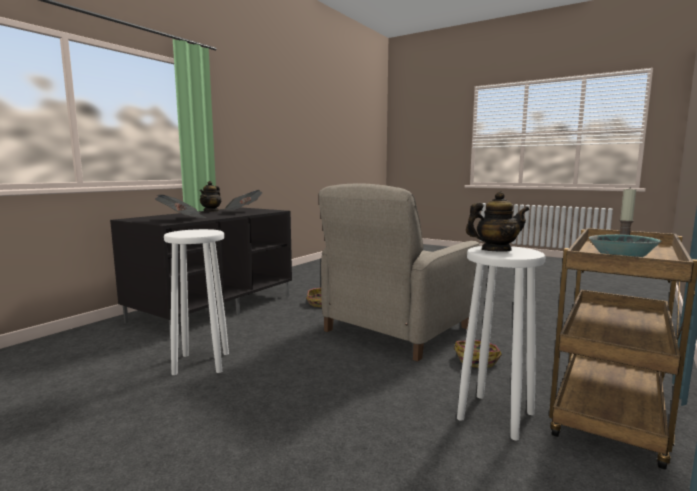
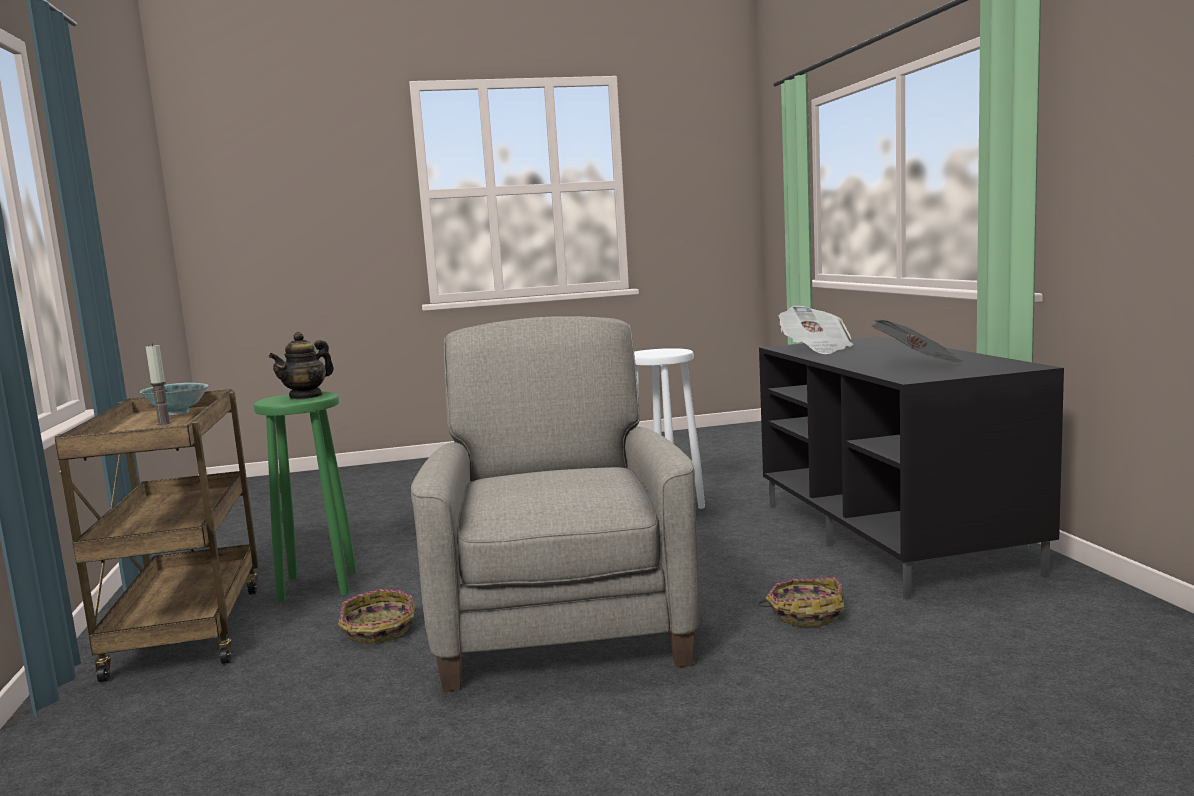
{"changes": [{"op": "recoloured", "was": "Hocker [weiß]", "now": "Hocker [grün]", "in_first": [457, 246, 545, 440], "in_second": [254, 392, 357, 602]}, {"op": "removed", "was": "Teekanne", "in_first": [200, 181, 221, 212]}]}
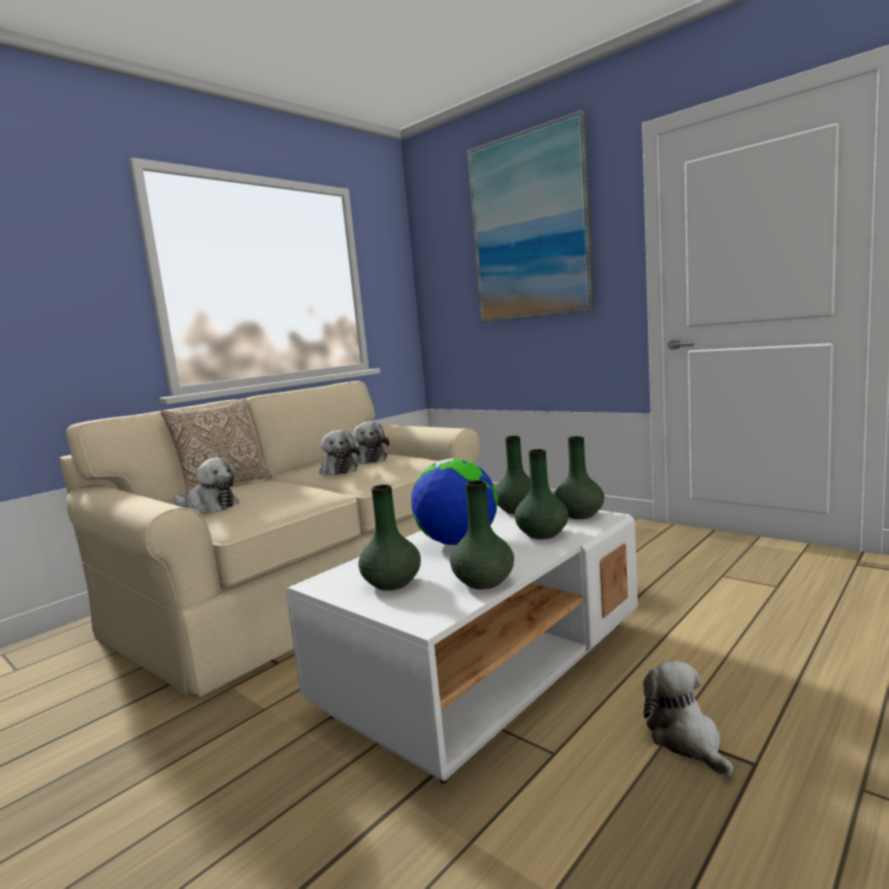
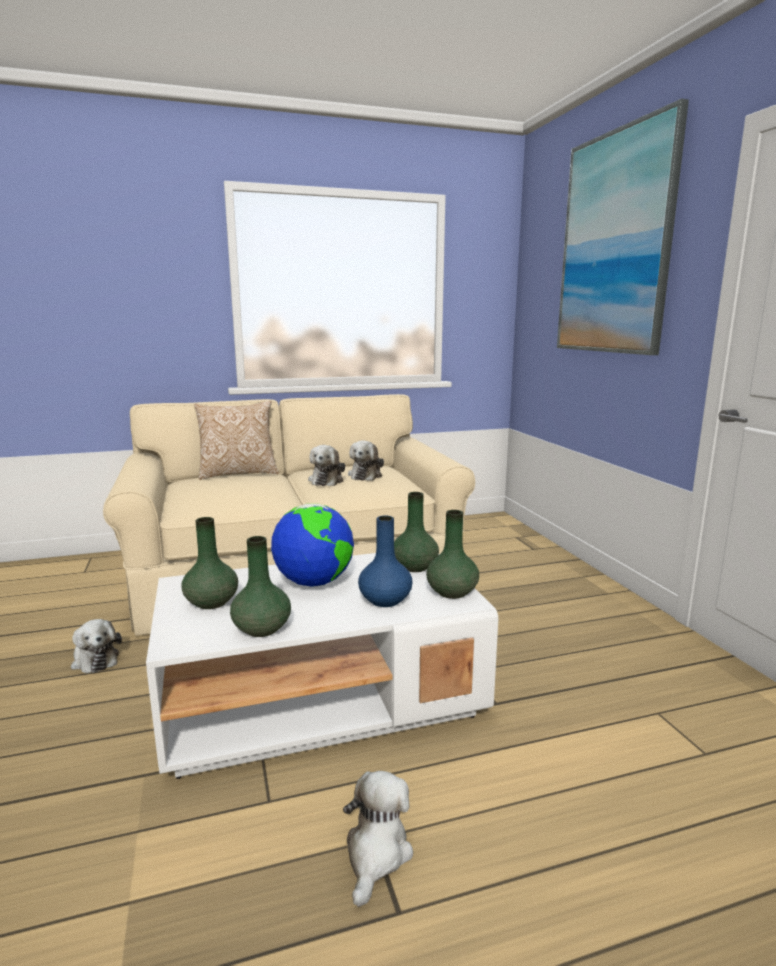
{"changes": [{"op": "moved", "was": "Plüschtier", "in_first": [173, 457, 239, 513], "in_second": [71, 619, 122, 673]}, {"op": "recoloured", "was": "Vase [grün]", "now": "Vase [blau]", "in_first": [515, 449, 568, 539], "in_second": [358, 516, 412, 607]}]}
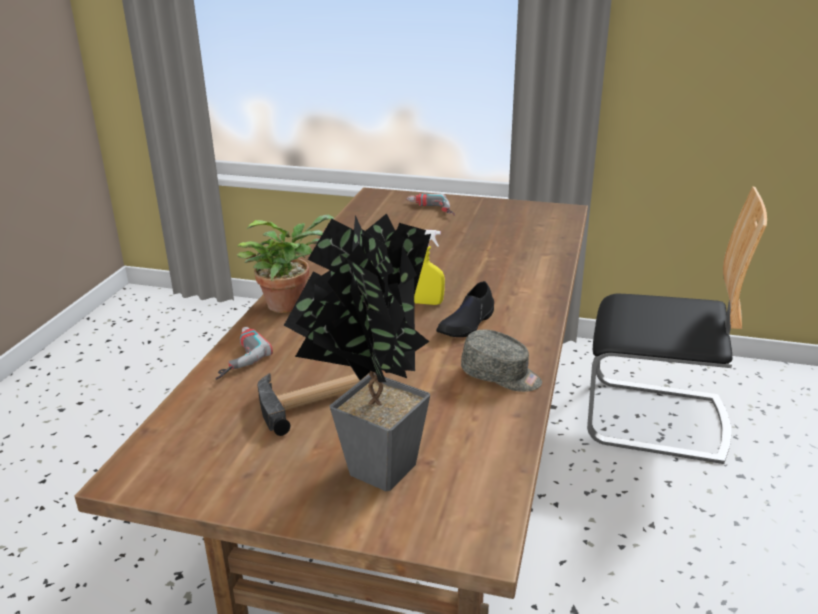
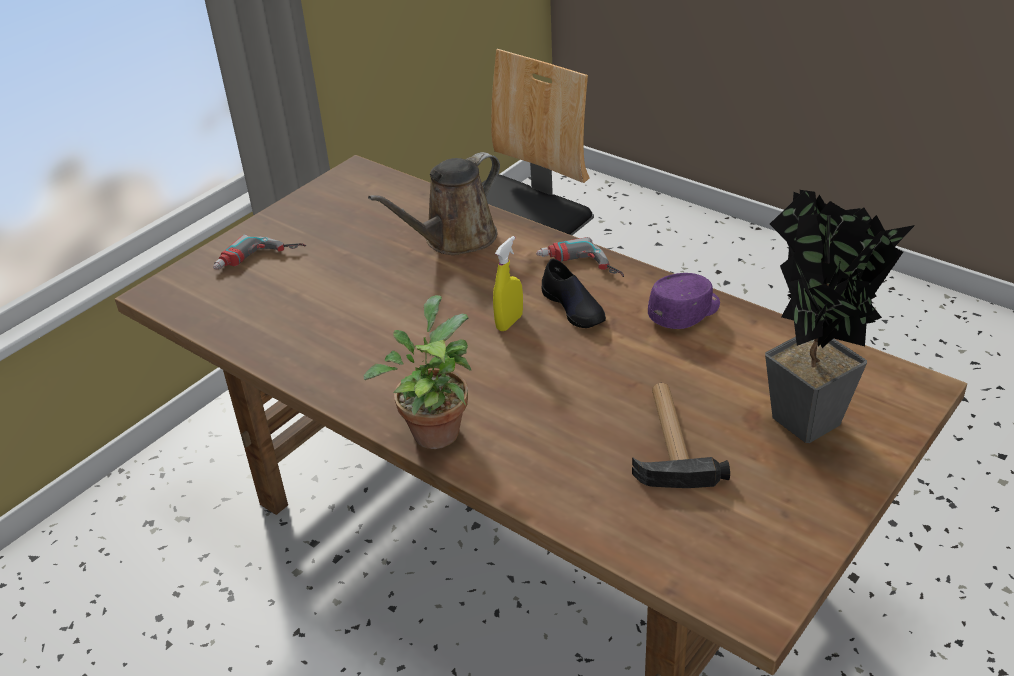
{"changes": [{"op": "added", "now": "Gießkanne [braun]", "in_second": [368, 152, 500, 255]}, {"op": "moved", "was": "Bohrmaschine", "in_first": [215, 327, 273, 380], "in_second": [536, 237, 624, 277]}, {"op": "recoloured", "was": "Kappe [grau]", "now": "Kappe [lila]", "in_first": [461, 330, 542, 392], "in_second": [648, 273, 720, 329]}]}
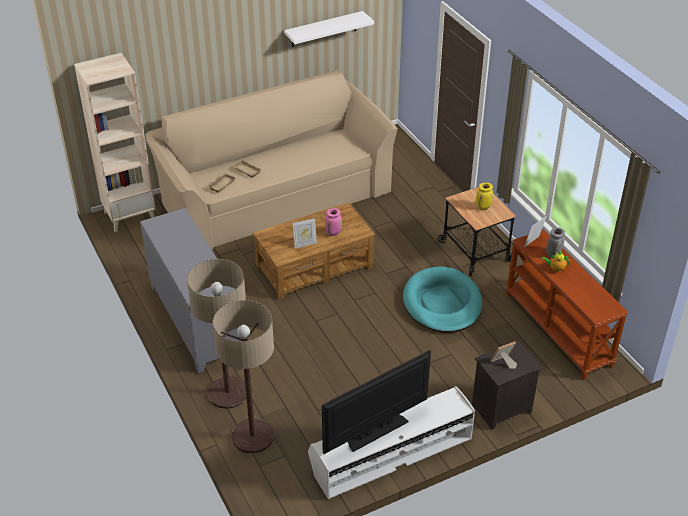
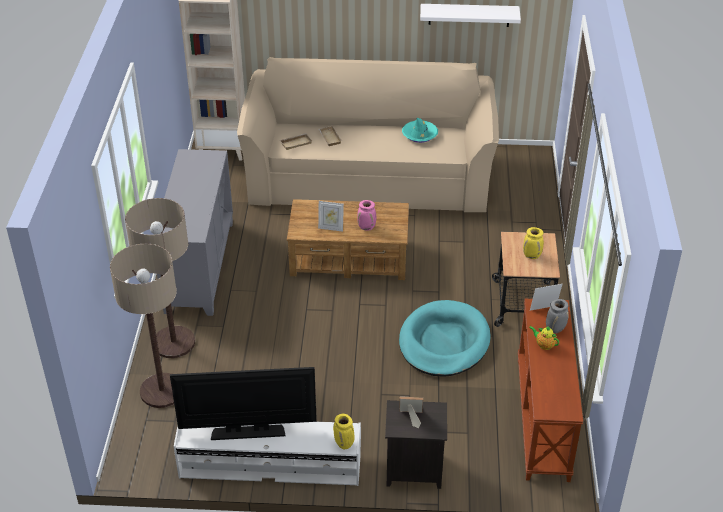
{"changes": [{"op": "added", "now": "Vase [gelb]", "in_second": [333, 414, 355, 449]}, {"op": "added", "now": "Hut [türkis]", "in_second": [402, 118, 438, 143]}]}
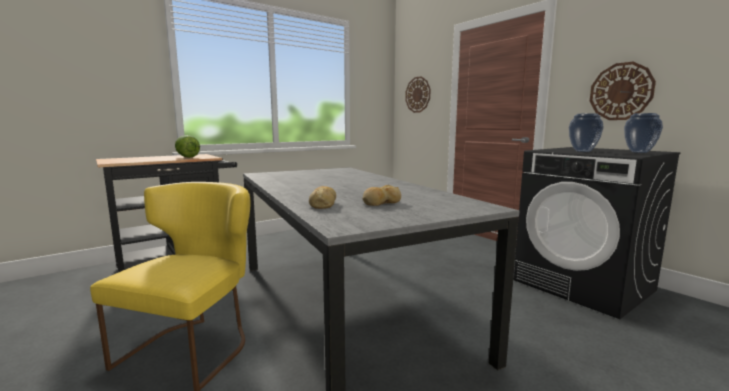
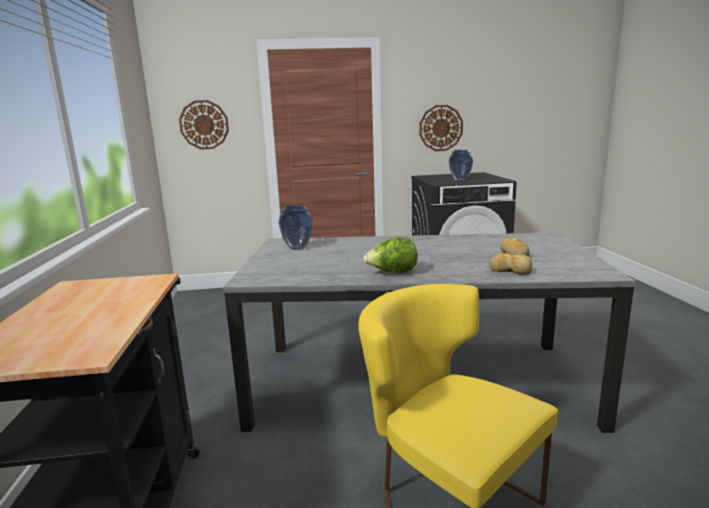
{"changes": [{"op": "moved", "was": "Vase", "in_first": [624, 113, 663, 153], "in_second": [279, 205, 313, 250]}, {"op": "moved", "was": "Salatkopf", "in_first": [175, 135, 200, 158], "in_second": [363, 237, 418, 273]}]}
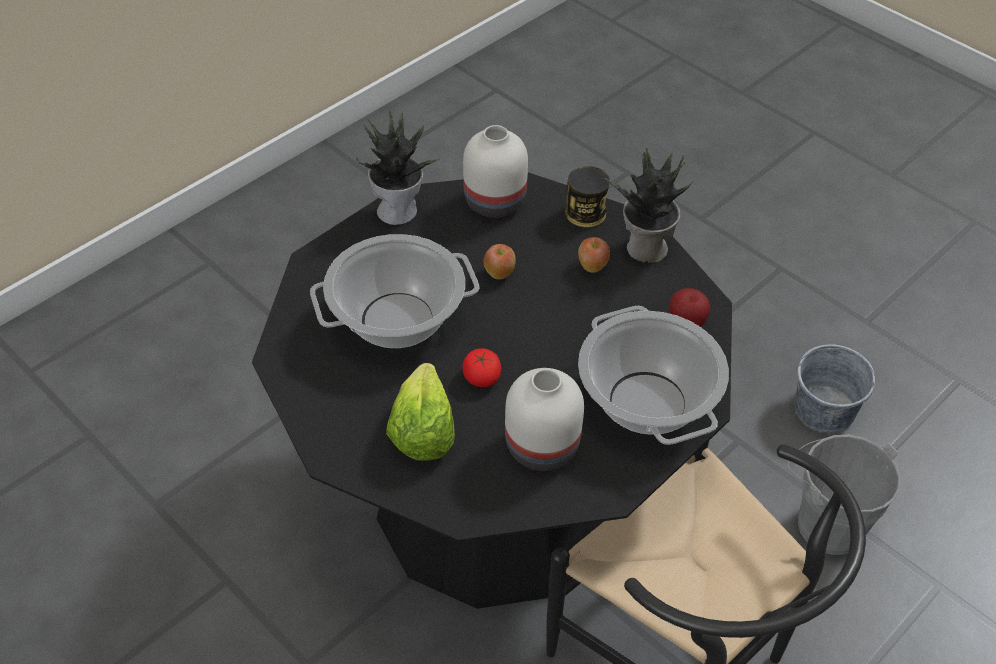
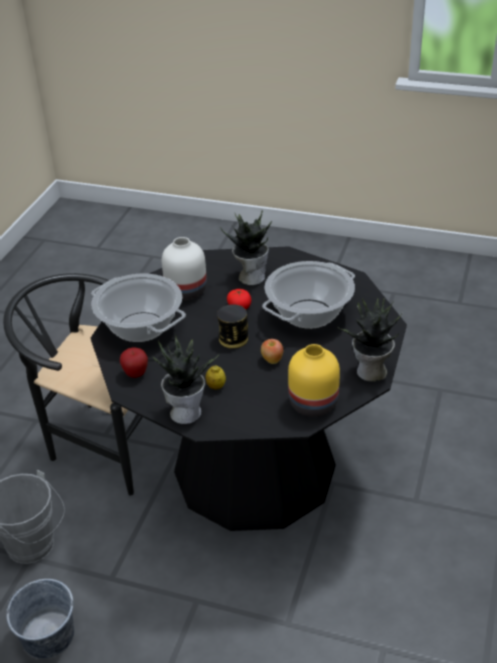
{"changes": [{"op": "replaced", "was": "Apfel", "now": "Zitrone", "in_first": [578, 237, 610, 273], "in_second": [205, 366, 226, 390]}, {"op": "moved", "was": "Dose", "in_first": [566, 166, 610, 228], "in_second": [217, 304, 248, 349]}, {"op": "replaced", "was": "Salatkopf", "now": "Topfpflanze", "in_first": [386, 363, 455, 461], "in_second": [220, 211, 272, 285]}, {"op": "recoloured", "was": "Vase [weiß]", "now": "Vase [gelb]", "in_first": [463, 125, 528, 218], "in_second": [288, 344, 340, 417]}]}
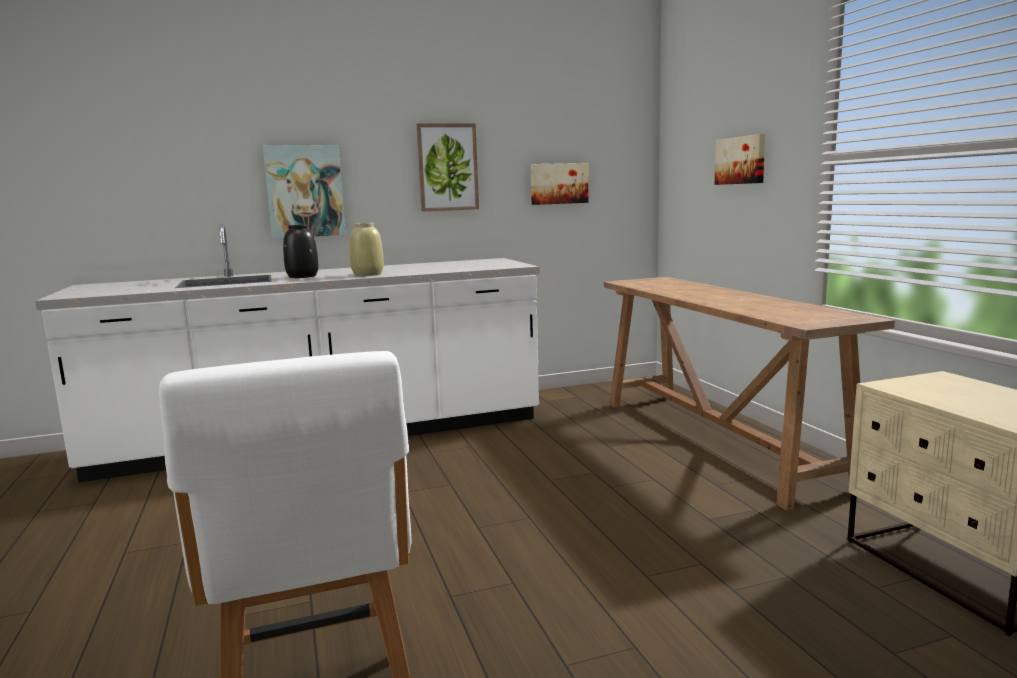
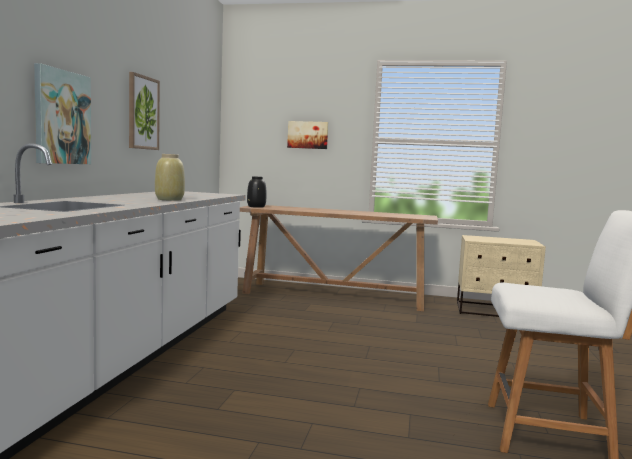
{"changes": [{"op": "moved", "was": "Vase [schwarz]", "in_first": [283, 225, 318, 278], "in_second": [247, 176, 266, 208]}, {"op": "removed", "was": "Bild", "in_first": [531, 163, 588, 205]}]}
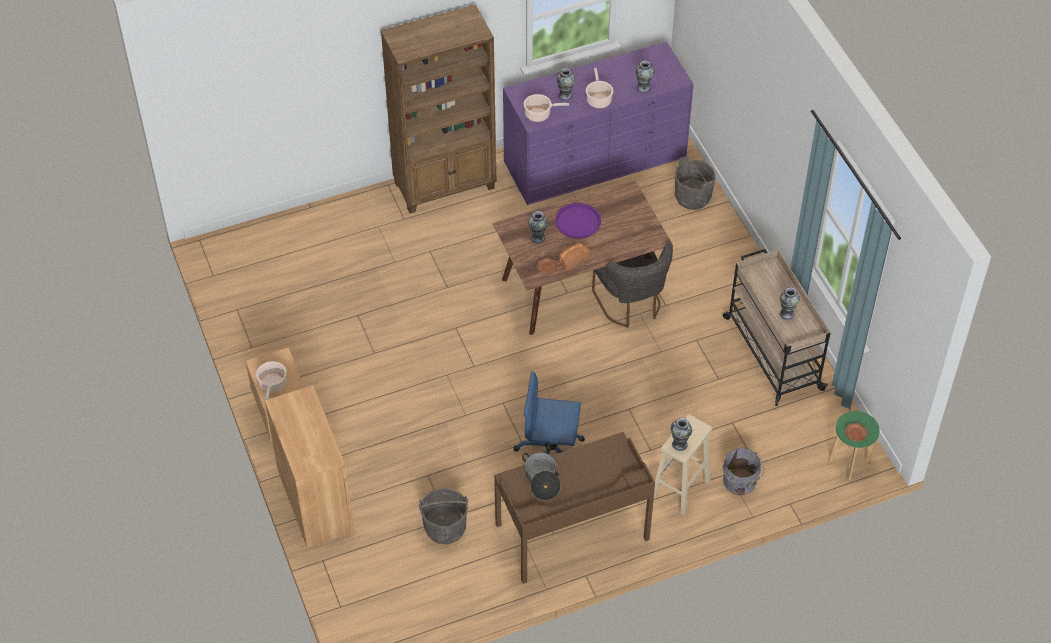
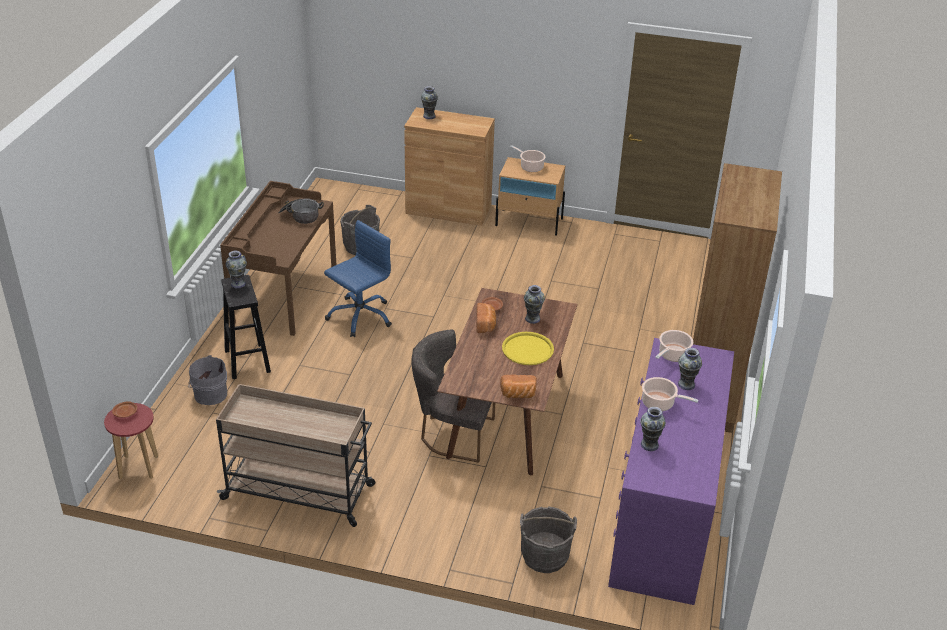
{"changes": [{"op": "recoloured", "was": "Hocker [grün]", "now": "Hocker [rot]", "in_first": [829, 411, 880, 480], "in_second": [104, 403, 158, 479]}, {"op": "recoloured", "was": "Hocker [beige]", "now": "Hocker [schwarz]", "in_first": [654, 414, 712, 515], "in_second": [221, 275, 271, 379]}, {"op": "moved", "was": "Vase", "in_first": [780, 287, 800, 320], "in_second": [421, 86, 438, 119]}, {"op": "added", "now": "Brot", "in_second": [500, 375, 537, 398]}, {"op": "recoloured", "was": "Tablett [lila]", "now": "Tablett [gelb]", "in_first": [555, 203, 601, 239], "in_second": [502, 332, 554, 365]}]}
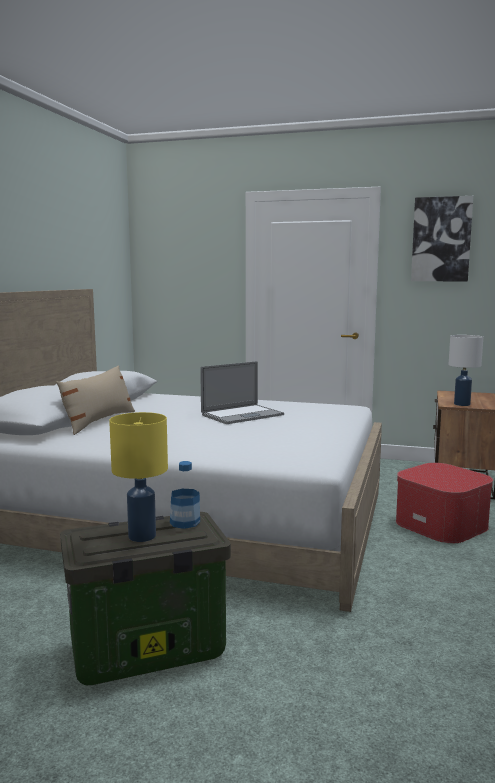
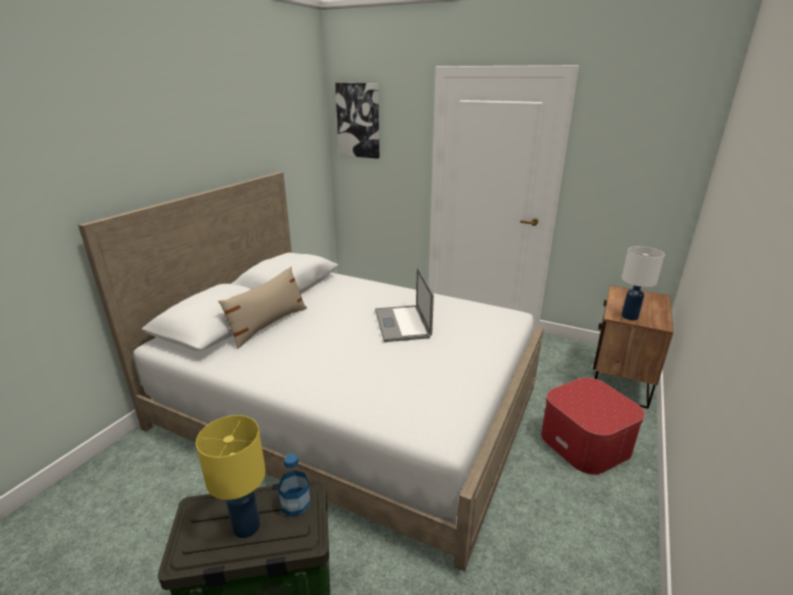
{"changes": [{"op": "moved", "was": "Bild", "in_first": [411, 196, 473, 281], "in_second": [335, 83, 379, 159]}, {"op": "turned", "was": "Laptop", "in_first": [200, 361, 284, 424], "in_second": [375, 267, 434, 342], "clockwise": 105}]}
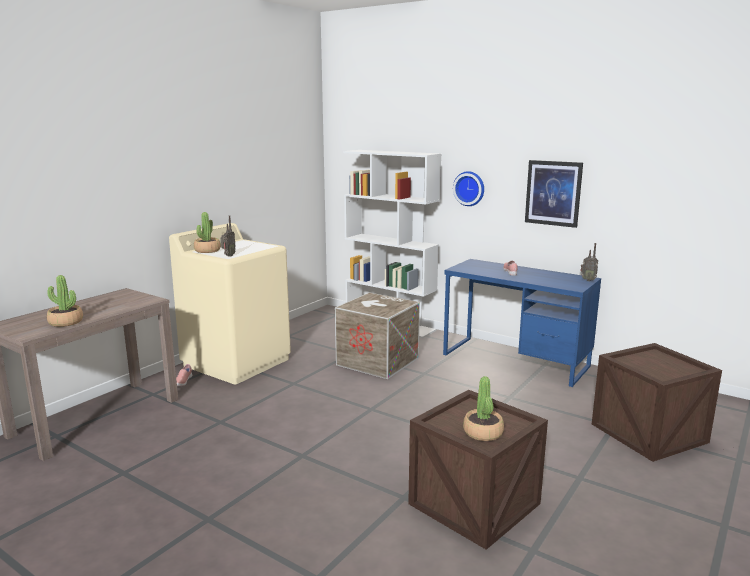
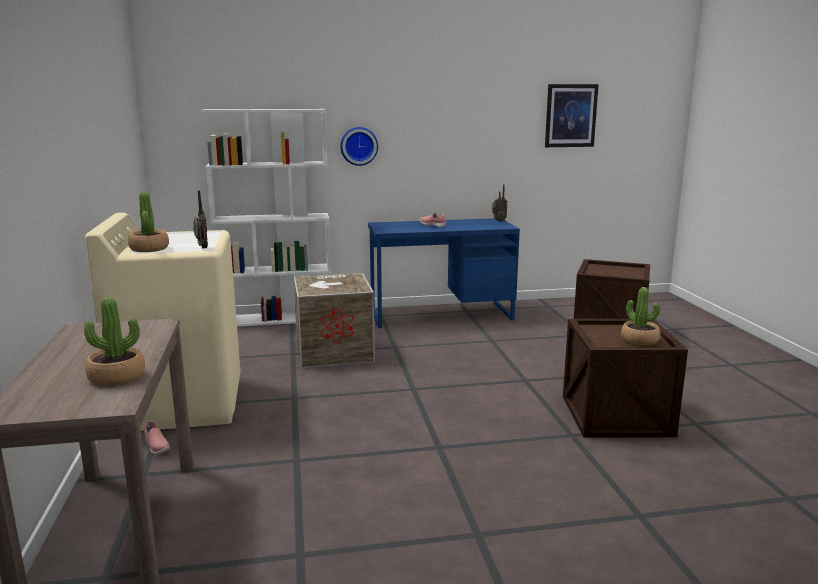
{"changes": [{"op": "moved", "was": "Bild", "in_first": [525, 160, 583, 228], "in_second": [545, 84, 599, 147]}]}
